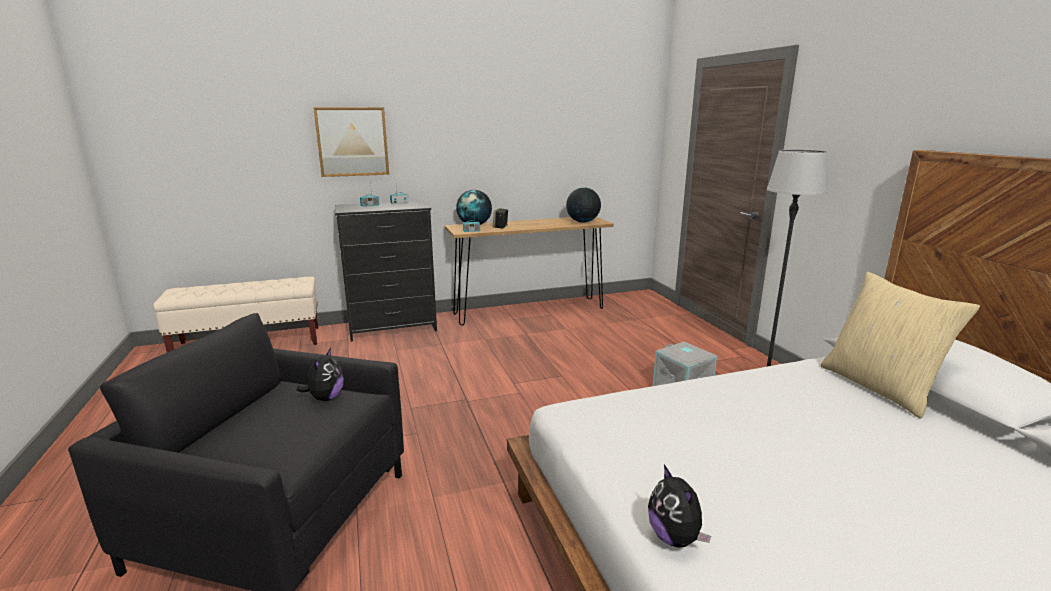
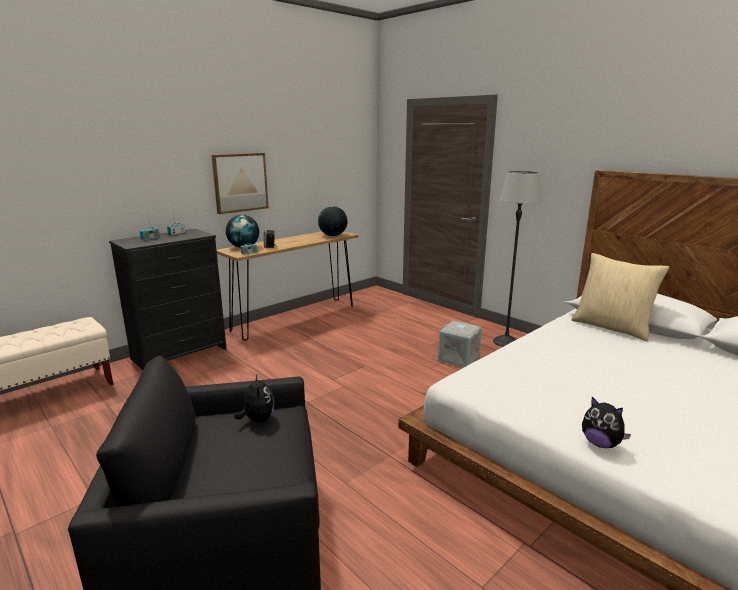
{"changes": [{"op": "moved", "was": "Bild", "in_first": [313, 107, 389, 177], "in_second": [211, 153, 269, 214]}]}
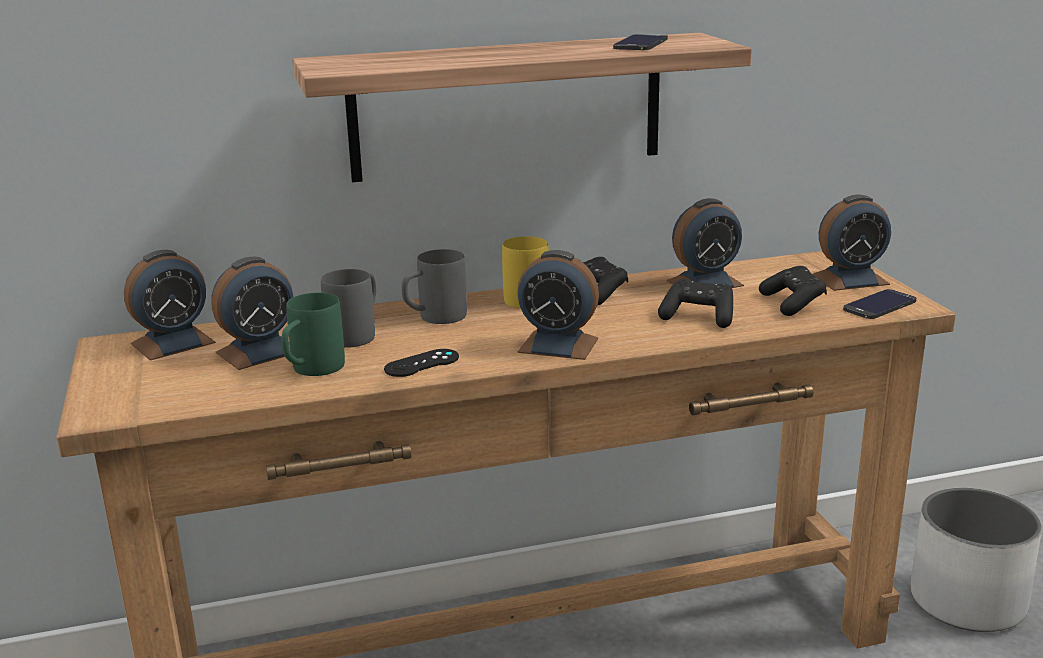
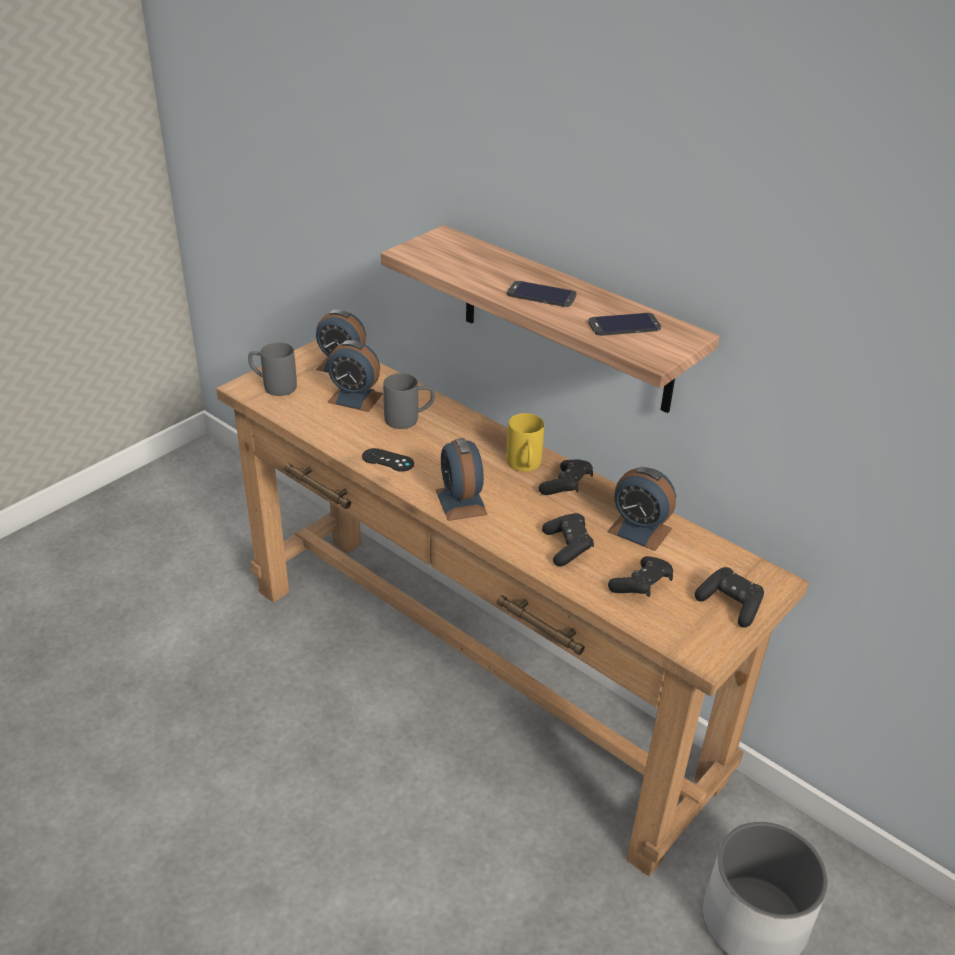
{"changes": [{"op": "moved", "was": "Henkelbecher [grau]", "in_first": [402, 249, 467, 324], "in_second": [248, 342, 297, 396]}, {"op": "moved", "was": "Handy", "in_first": [843, 289, 917, 319], "in_second": [507, 281, 576, 307]}, {"op": "replaced", "was": "Wecker", "now": "Gamepad [schwarz]", "in_first": [813, 195, 891, 291], "in_second": [695, 567, 764, 628]}, {"op": "removed", "was": "Henkelbecher [grün]", "in_first": [281, 293, 345, 376]}]}
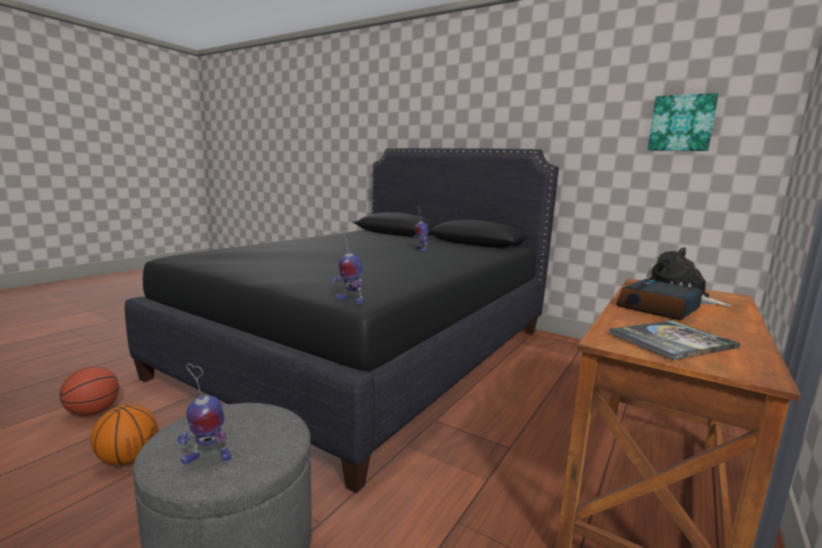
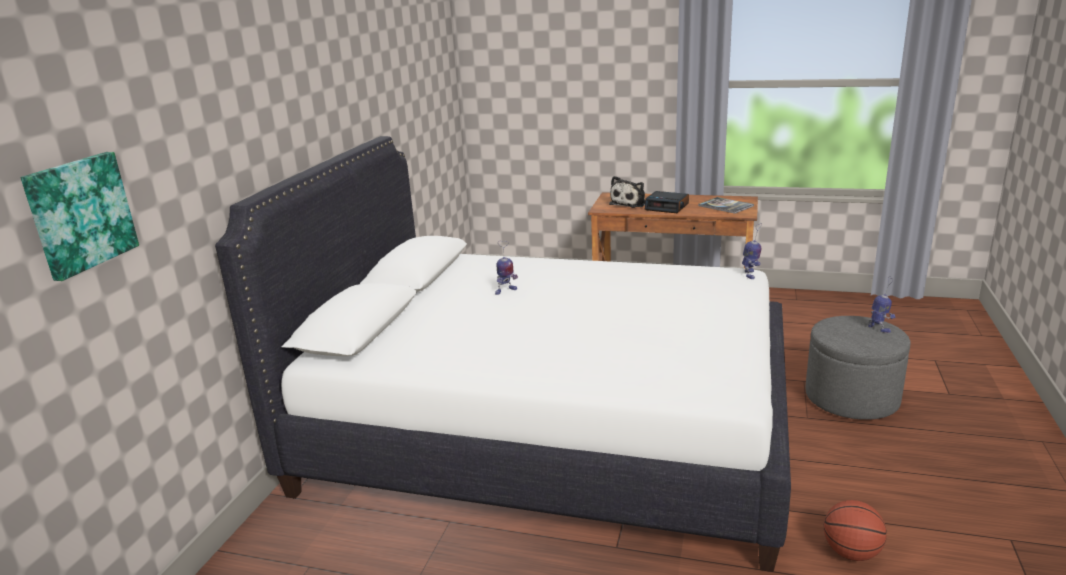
{"changes": [{"op": "moved", "was": "Bild", "in_first": [648, 93, 719, 151], "in_second": [20, 152, 139, 281]}, {"op": "recoloured", "was": "Bett [schwarz]", "now": "Bett [weiß]", "in_first": [125, 148, 559, 493], "in_second": [215, 136, 791, 572]}, {"op": "removed", "was": "Basketball", "in_first": [90, 404, 158, 465]}]}
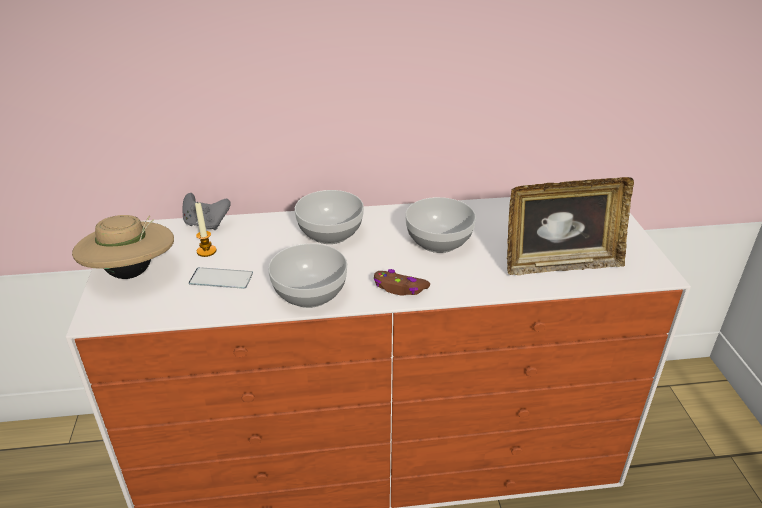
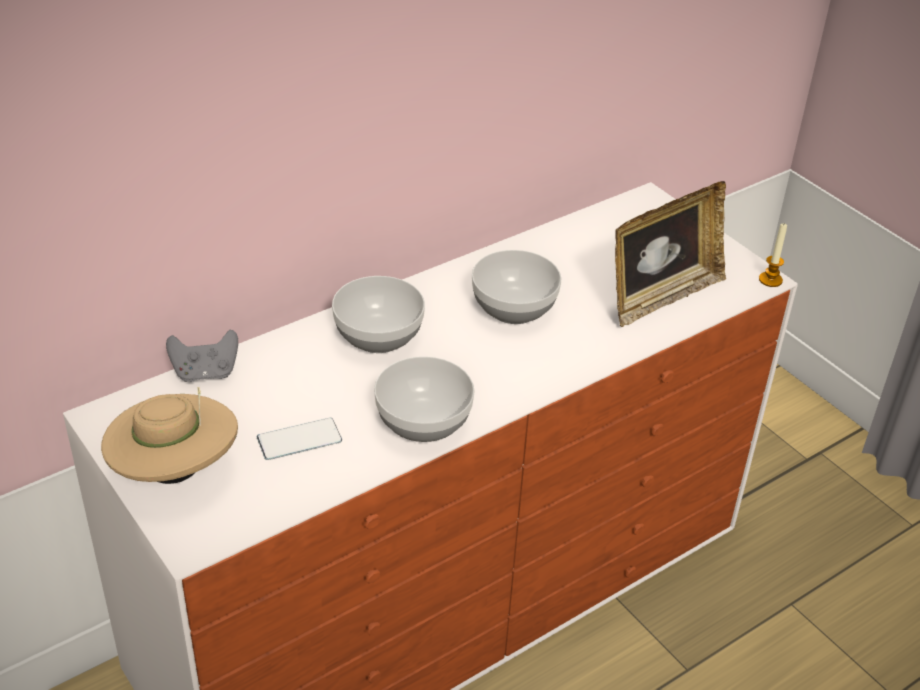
{"changes": [{"op": "moved", "was": "Kerze", "in_first": [195, 202, 216, 257], "in_second": [759, 224, 787, 287]}, {"op": "removed", "was": "Gamepad [braun]", "in_first": [374, 269, 431, 296]}]}
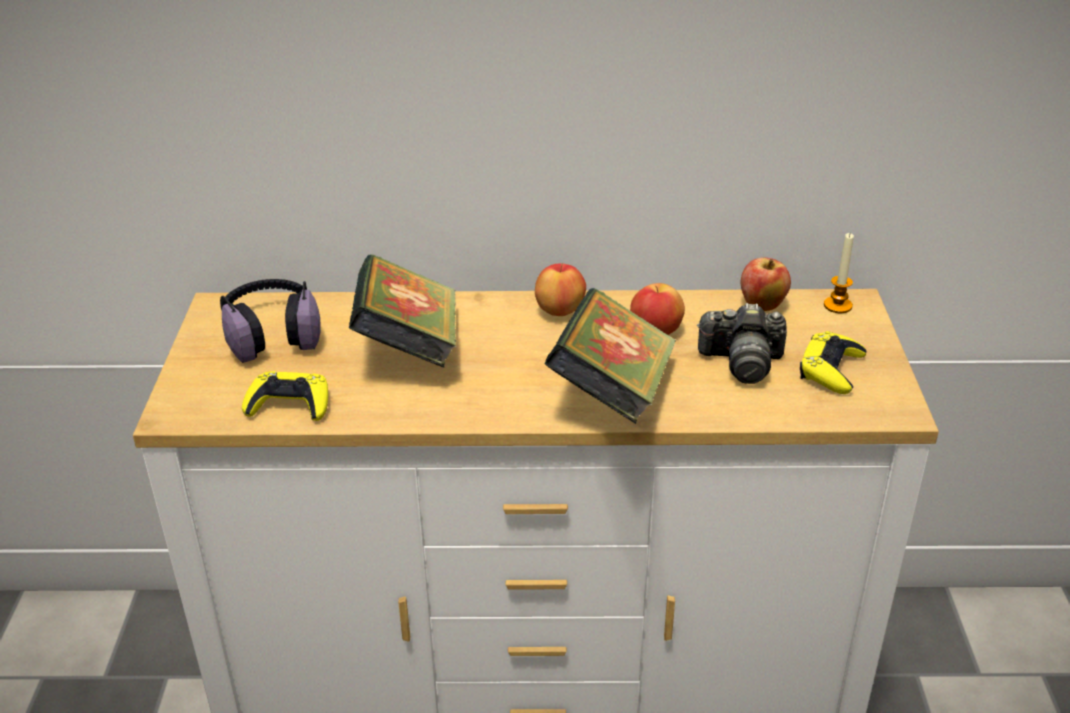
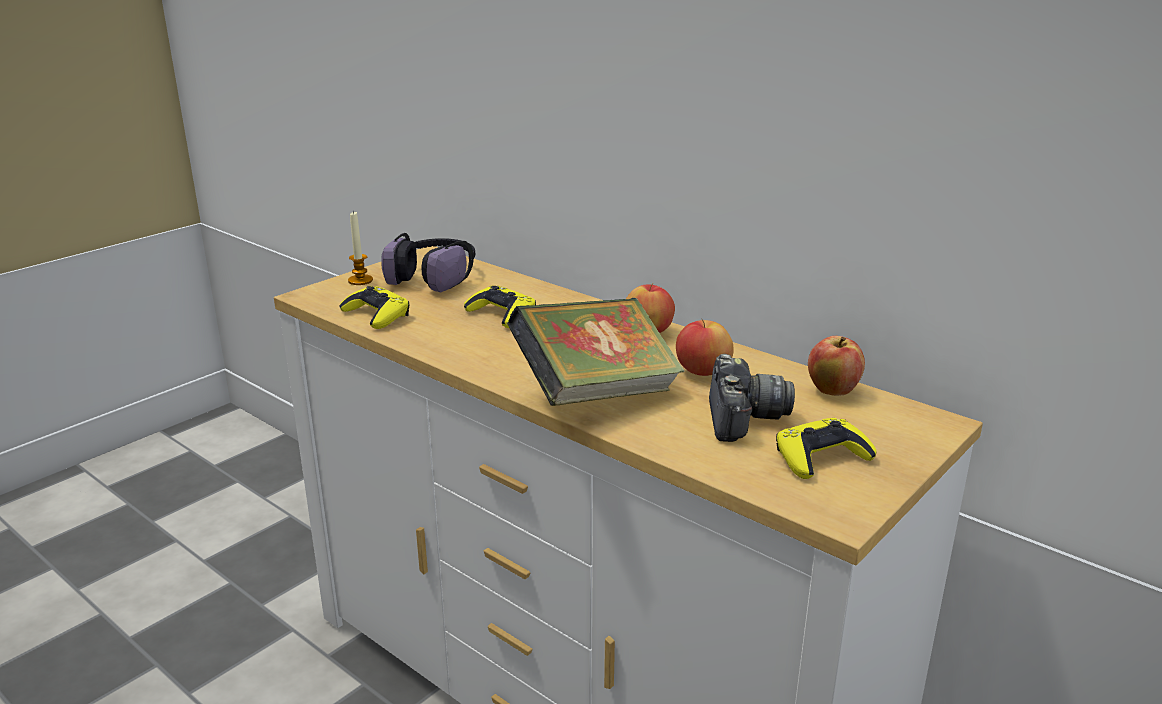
{"changes": [{"op": "moved", "was": "Kerze", "in_first": [824, 233, 854, 313], "in_second": [348, 211, 373, 285]}, {"op": "replaced", "was": "Buch", "now": "Gamepad [gelb]", "in_first": [349, 254, 457, 368], "in_second": [464, 286, 536, 328]}, {"op": "turned", "was": "Kamera", "in_first": [697, 303, 787, 384], "in_second": [709, 354, 795, 442], "clockwise": -135}]}
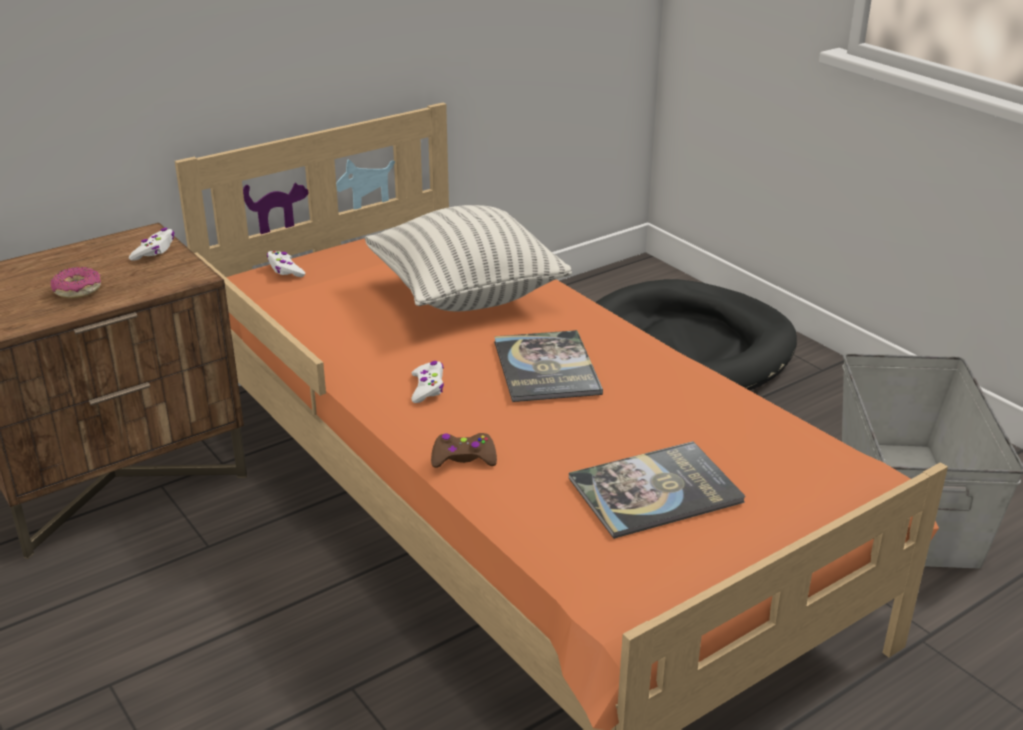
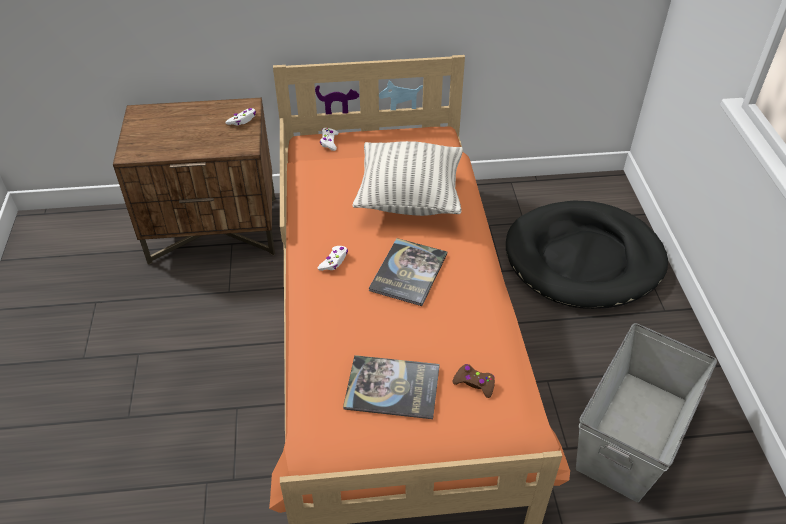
{"changes": [{"op": "moved", "was": "Gamepad [braun]", "in_first": [431, 433, 497, 468], "in_second": [453, 364, 495, 398]}, {"op": "removed", "was": "Donut", "in_first": [51, 267, 101, 299]}]}
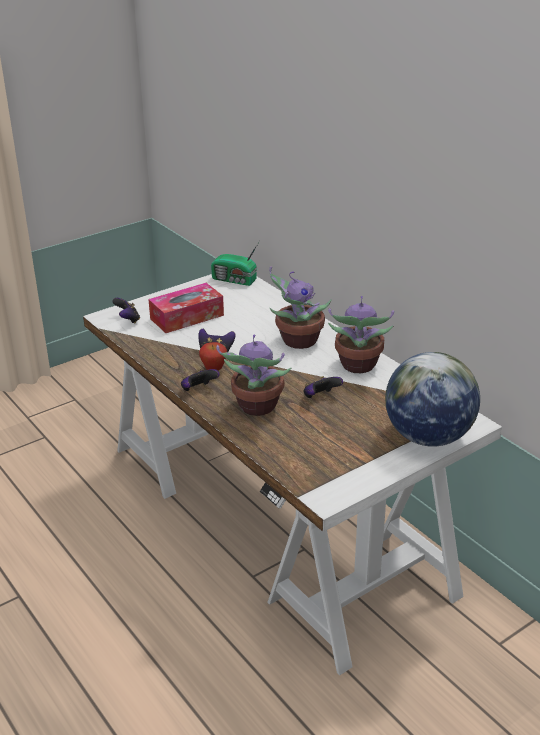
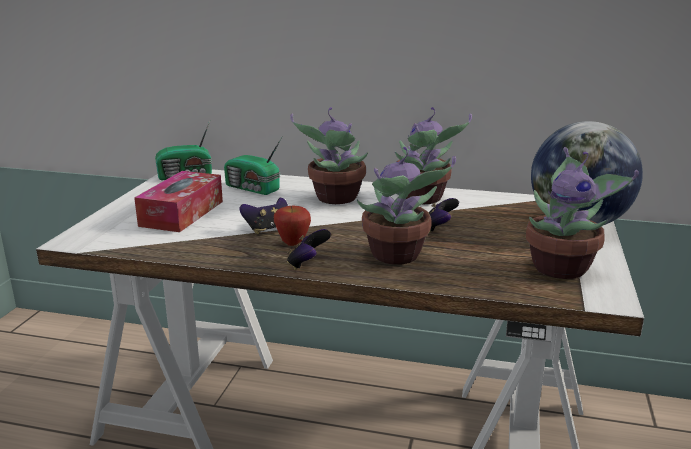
{"changes": [{"op": "added", "now": "Radio", "in_second": [224, 137, 282, 195]}, {"op": "added", "now": "Topfpflanze", "in_second": [526, 147, 639, 279]}, {"op": "removed", "was": "Gamepad", "in_first": [112, 298, 140, 324]}]}
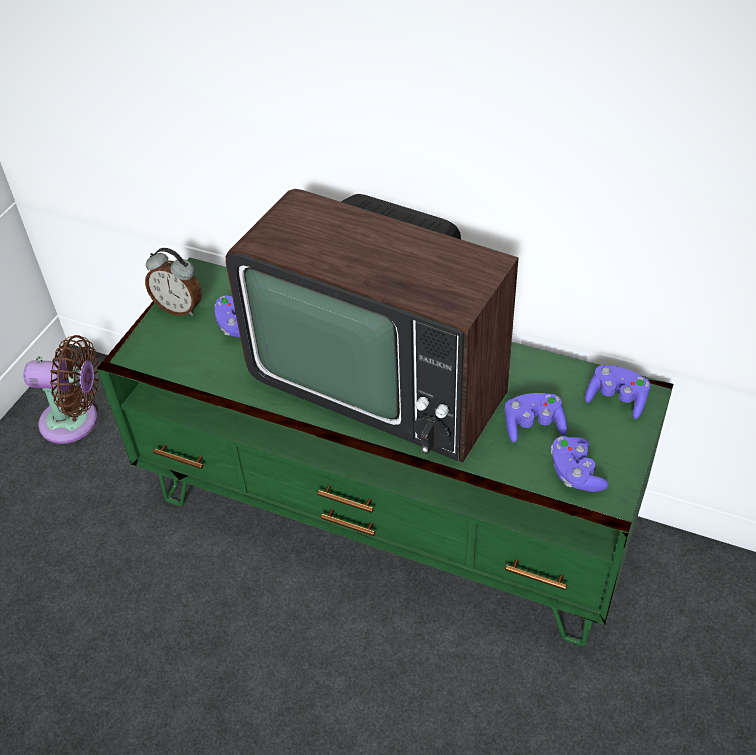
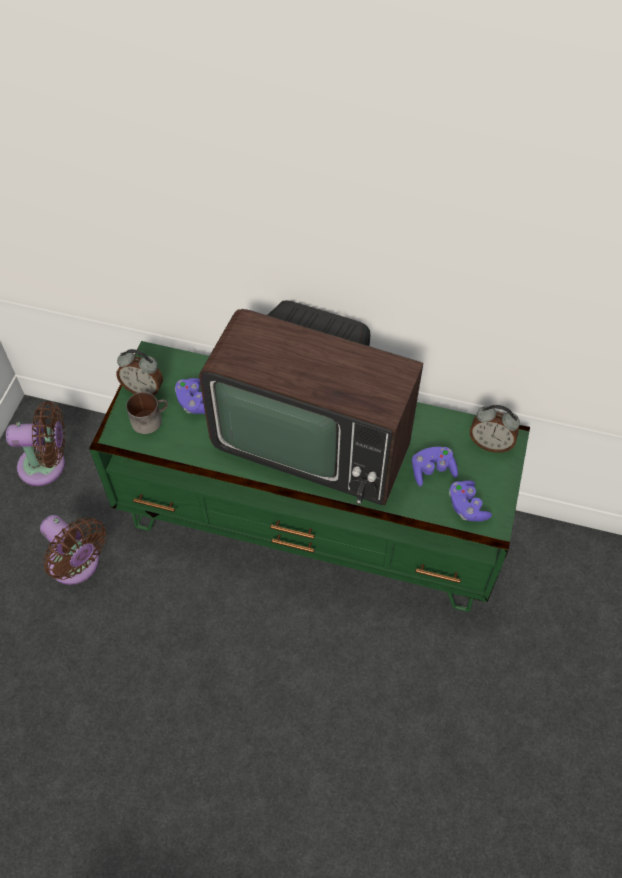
{"changes": [{"op": "added", "now": "Ventilator [braun]", "in_second": [40, 515, 106, 585]}, {"op": "added", "now": "Henkelbecher", "in_second": [126, 392, 168, 434]}, {"op": "replaced", "was": "Gamepad [lila]", "now": "Wecker", "in_first": [585, 365, 650, 419], "in_second": [470, 405, 520, 453]}]}
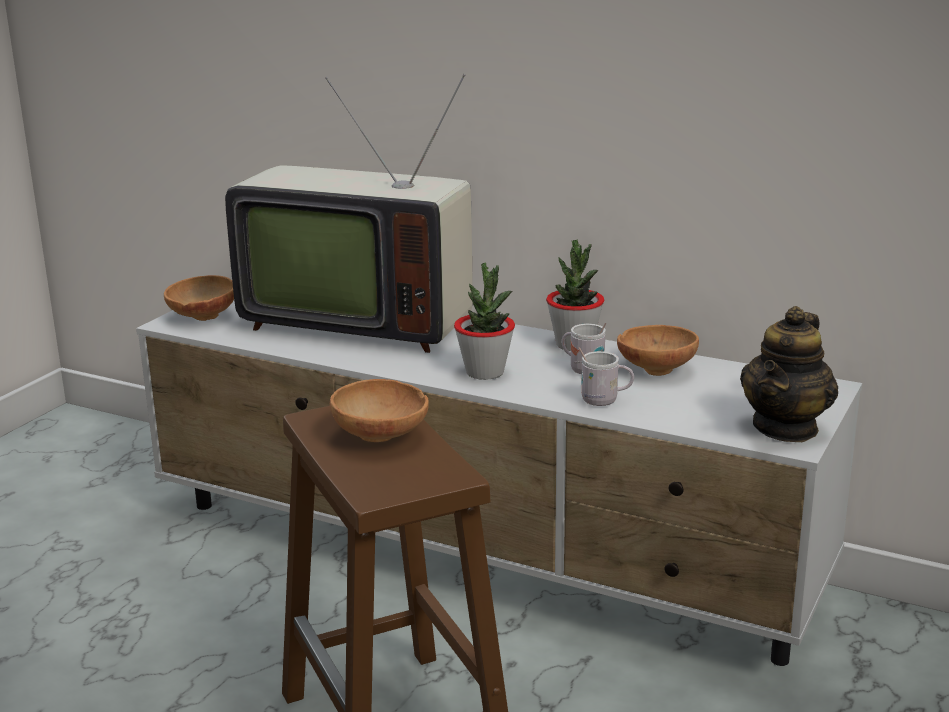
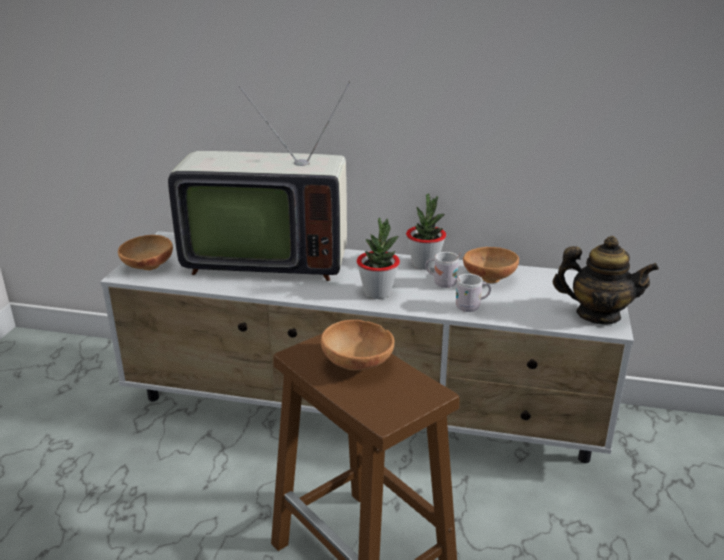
{"changes": [{"op": "turned", "was": "Teekanne", "in_first": [740, 306, 839, 442], "in_second": [553, 236, 659, 324], "clockwise": -90}]}
